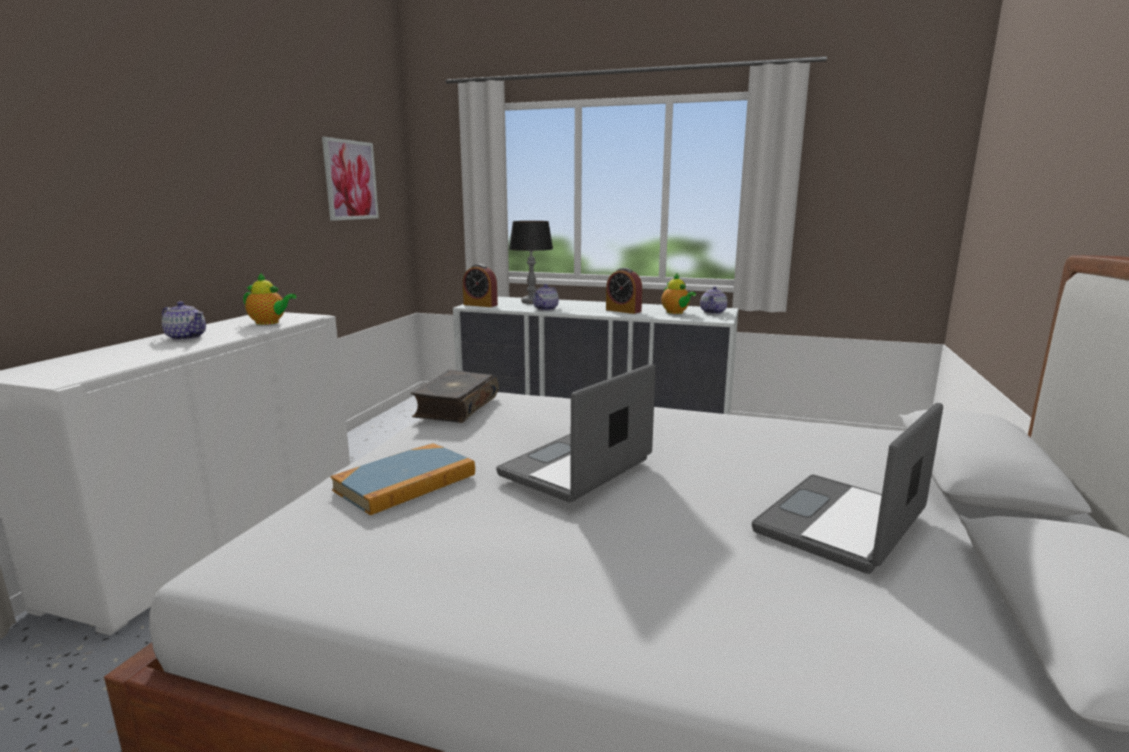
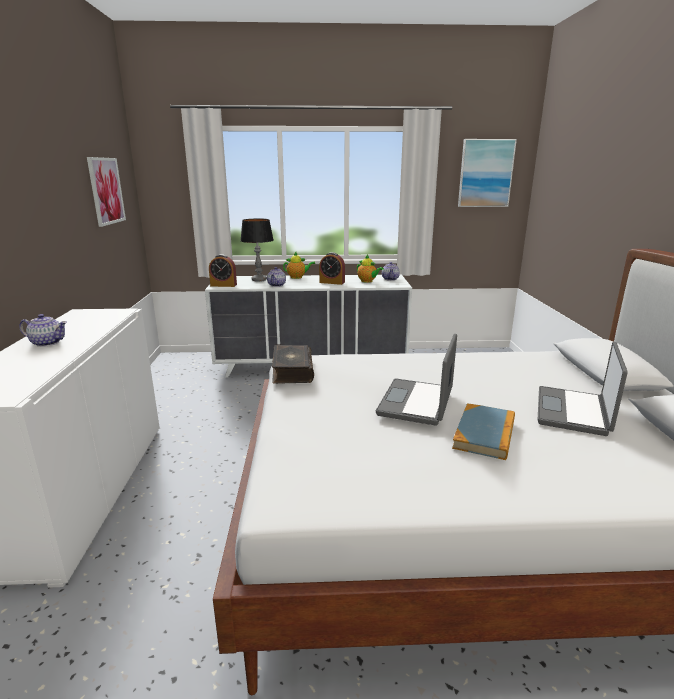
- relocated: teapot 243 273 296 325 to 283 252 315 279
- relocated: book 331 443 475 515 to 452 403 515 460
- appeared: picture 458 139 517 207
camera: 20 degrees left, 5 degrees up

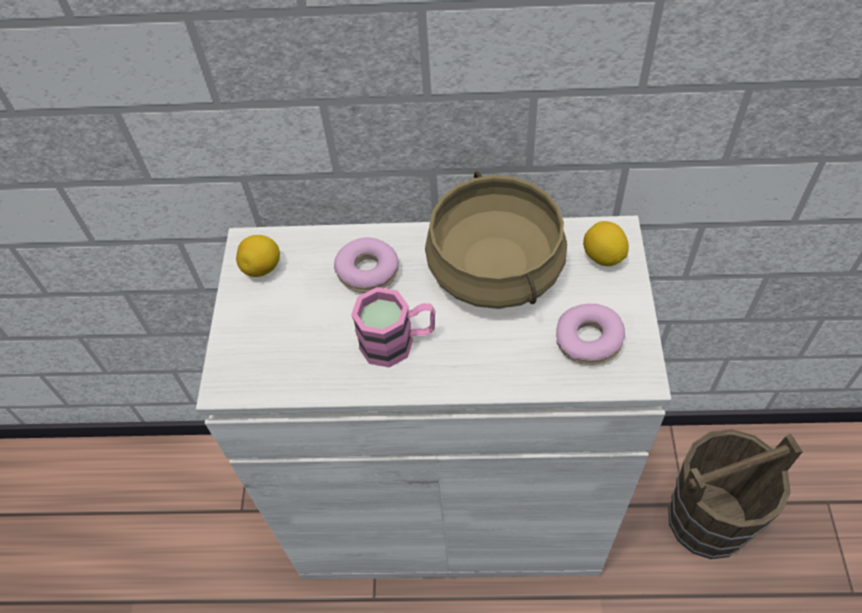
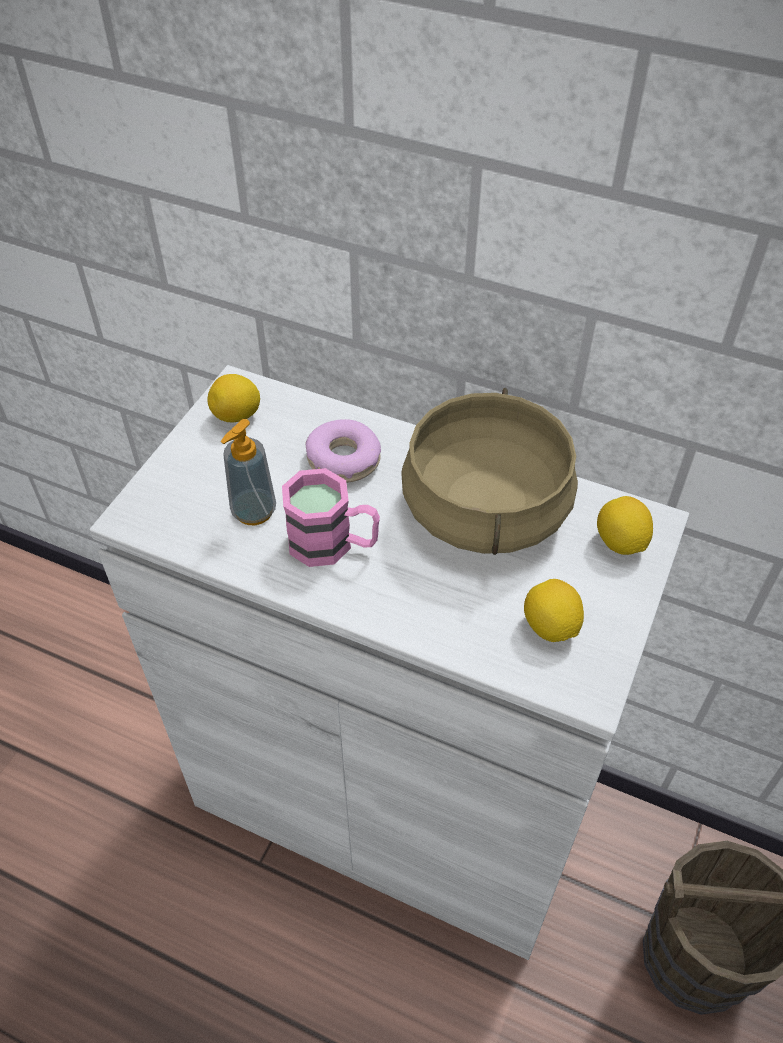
- exchanged: donut 556 304 625 365 to lemon 524 579 584 642
- appeared: soap dispenser 221 419 276 525
camera: 20 degrees right, 5 degrees down

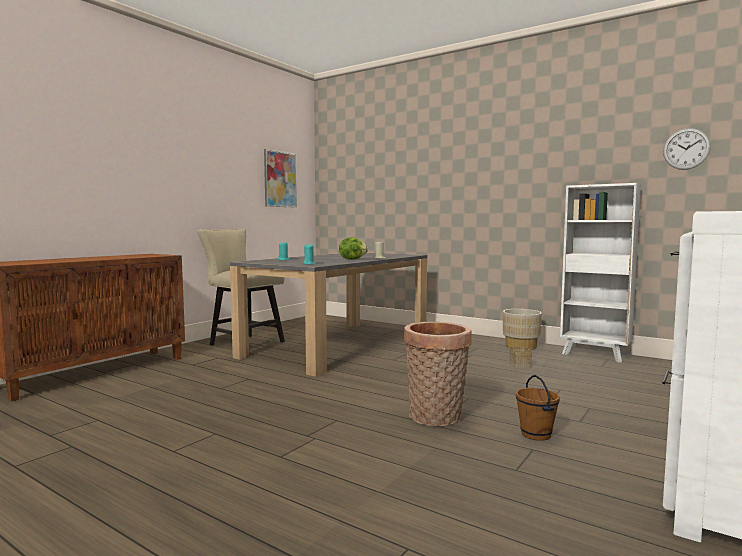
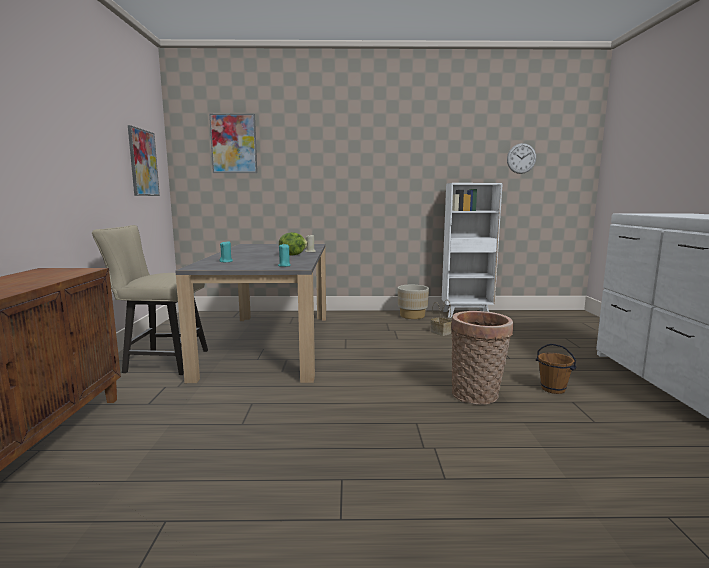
- appeared: picture 209 114 257 173
camera: 35 degrees left, 5 degrees up

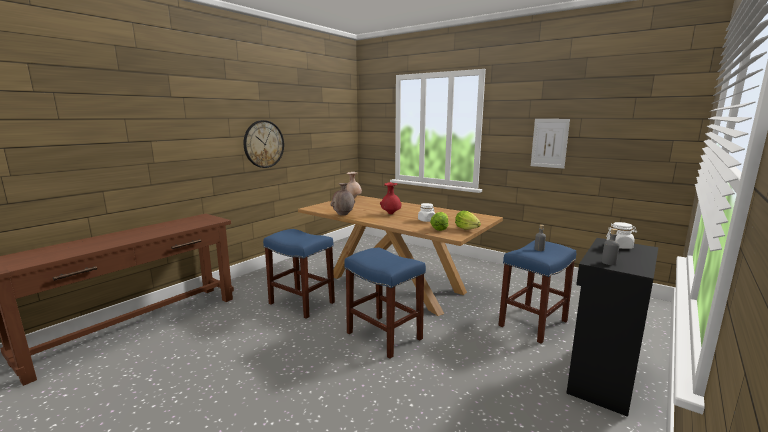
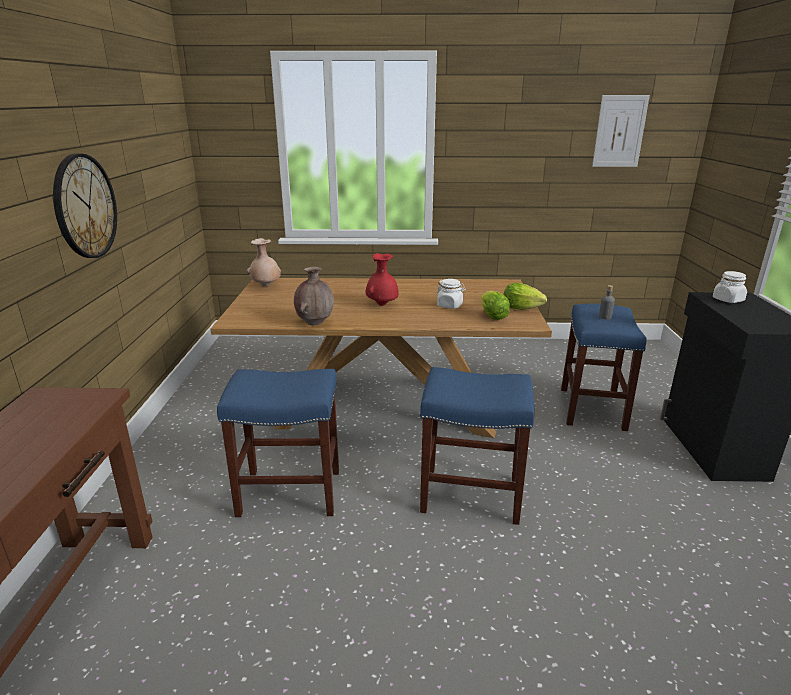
- relocated: picture 531 119 570 169 to 592 95 650 167
- missing: bottle/grey 602 229 619 265
camera: 35 degrees left, 10 degrees up

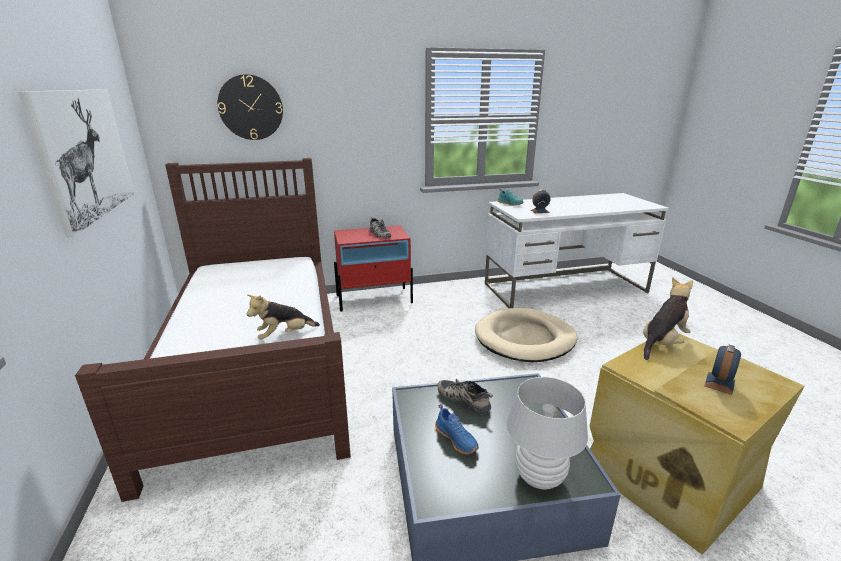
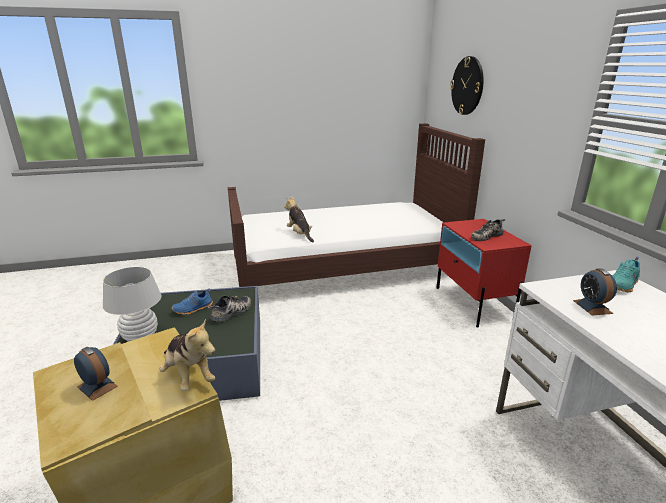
- missing: picture 18 89 134 237
- missing: dog bed/beige 475 308 578 362
camera: 90 degrees right, 0 degrees up

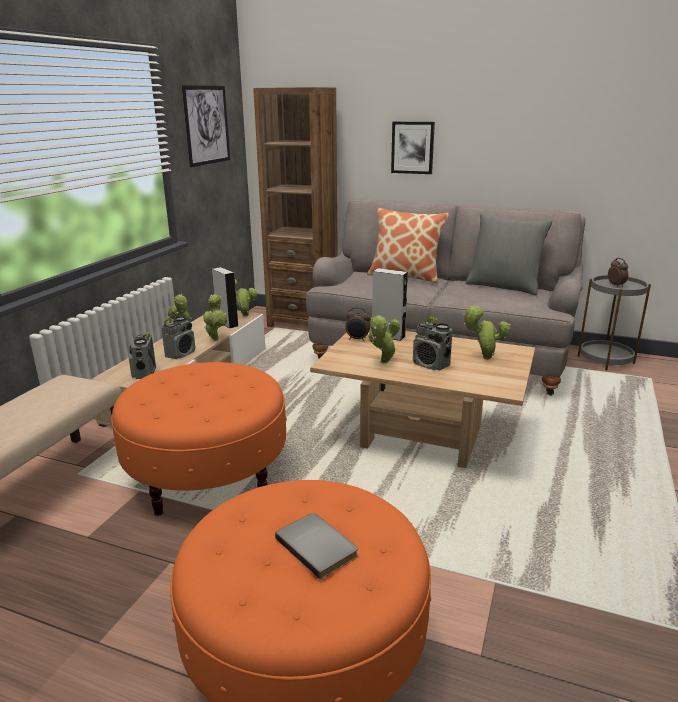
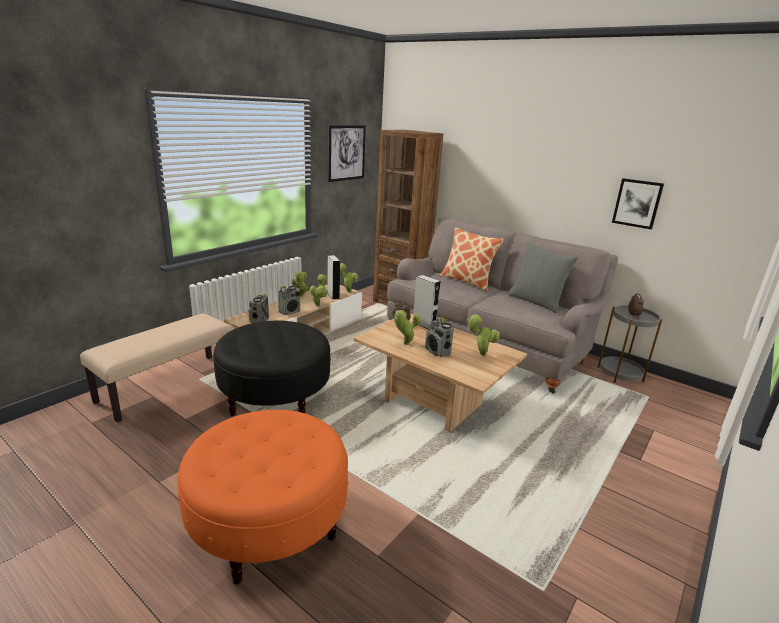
- colour: ottoman/orange 111 362 287 516 to ottoman/black 213 321 331 416
- missing: book/grey 275 513 358 580
- relocated: picture 391 122 435 174 to 612 178 664 229
camera: 15 degrees right, 0 degrees up

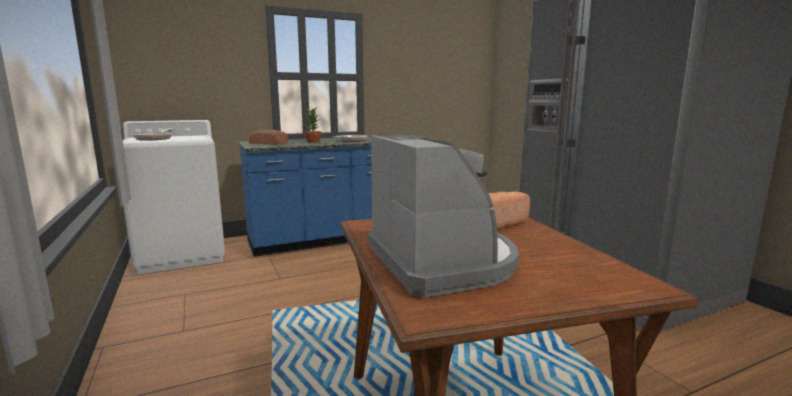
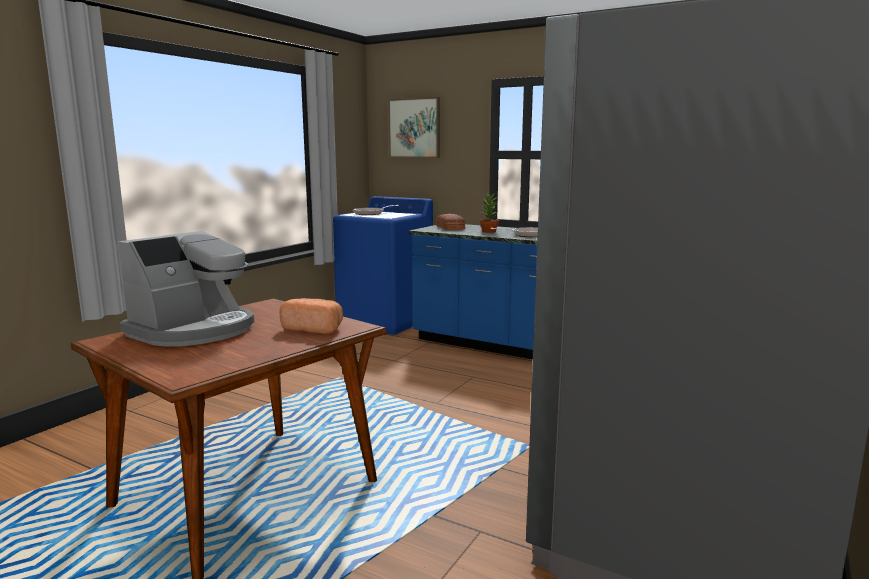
- colour: washing machine/white 123 120 225 274 to washing machine/blue 333 196 433 335
- appeared: picture 388 97 440 158
camera: 55 degrees right, 0 degrees up

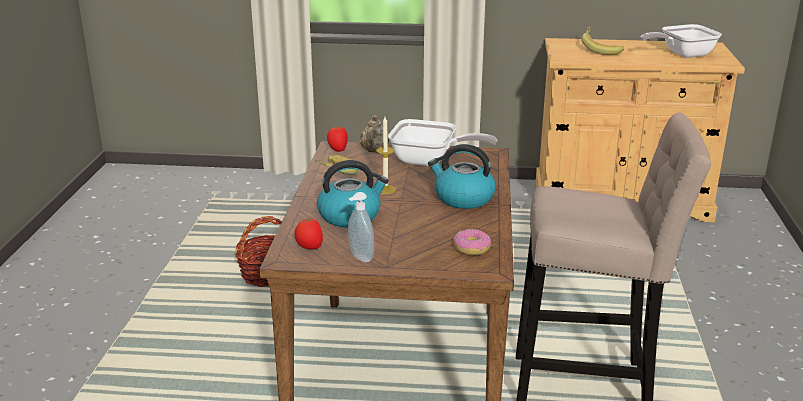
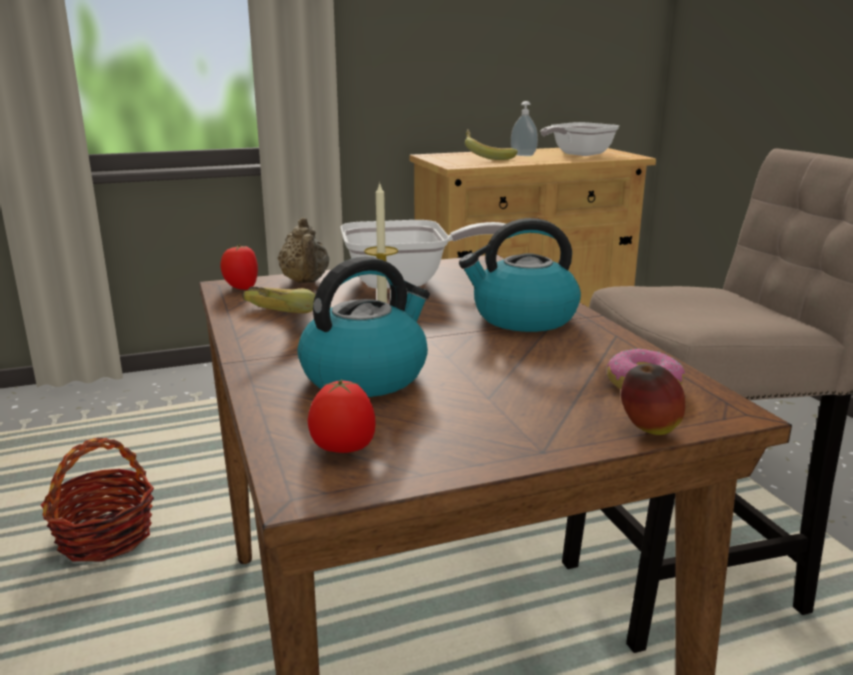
- relocated: soap dispenser 348 192 374 263 to 511 101 538 156
- appeared: apple 621 364 685 435
camera: 25 degrees left, 5 degrees down

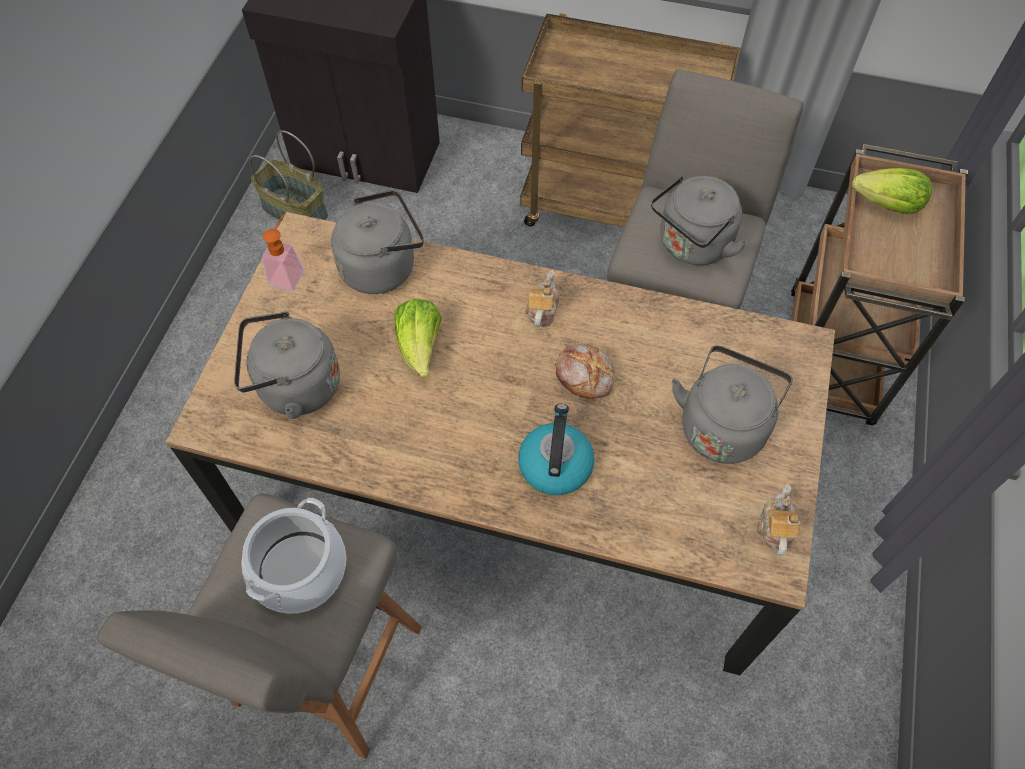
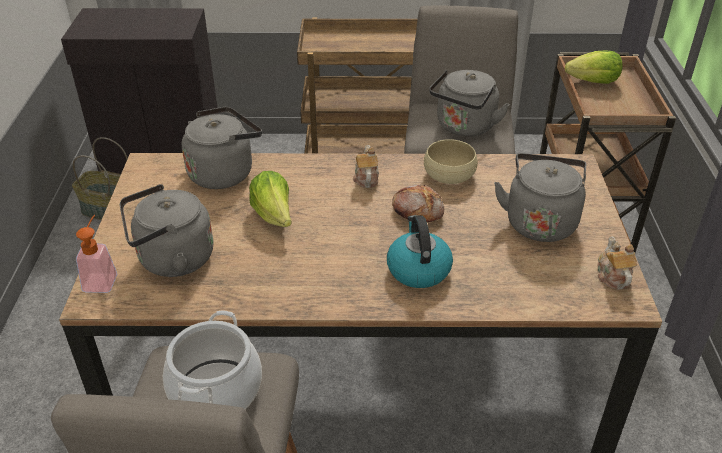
- relocated: soap dispenser 262 214 304 291 to 76 215 117 293
- appeared: bowl/beige 424 139 478 184
camera: 15 degrees left, 20 degrees down

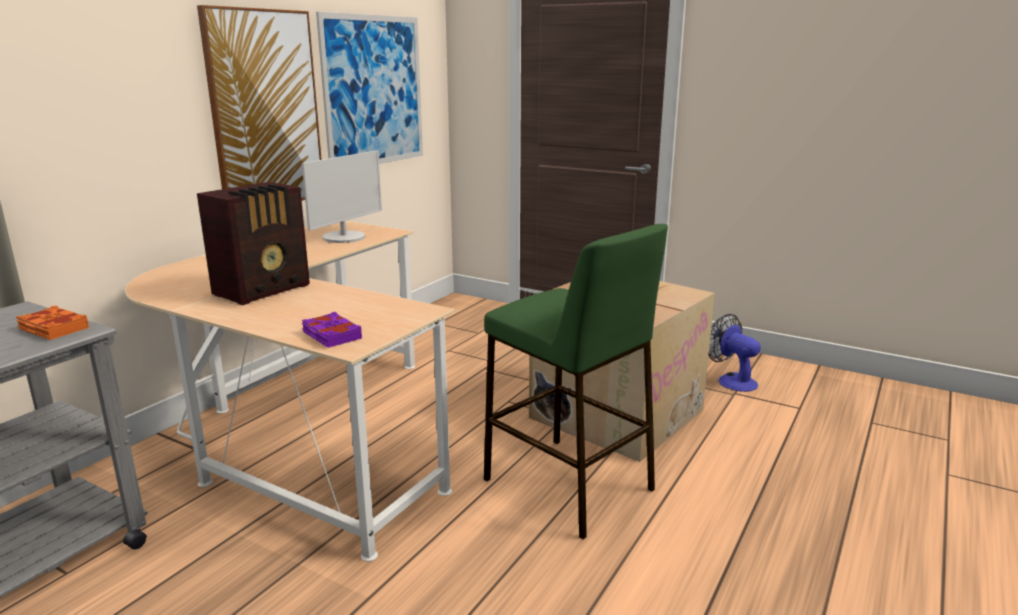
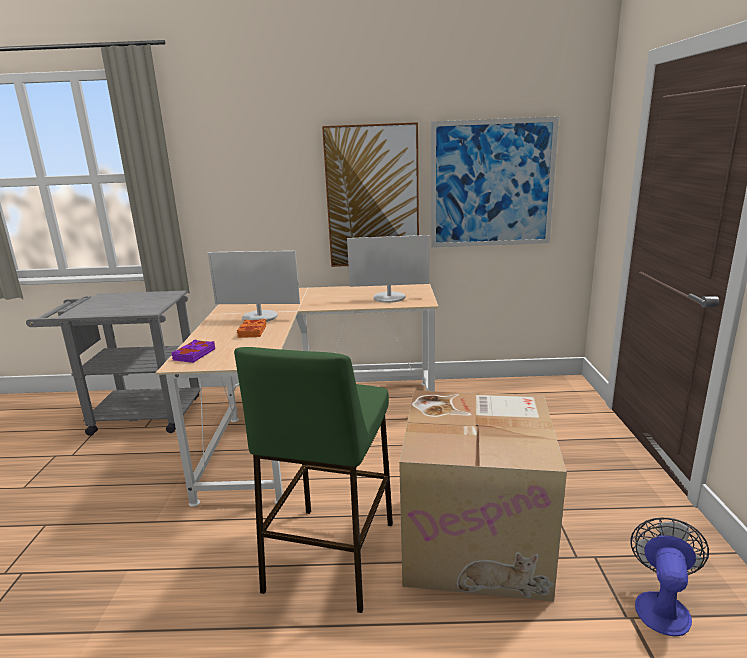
- relocated: book/orange 16 306 89 340 to 237 319 267 338
- exchanged: radio 197 182 310 305 to monitor 208 251 300 322
camera: 60 degrees right, 0 degrees up

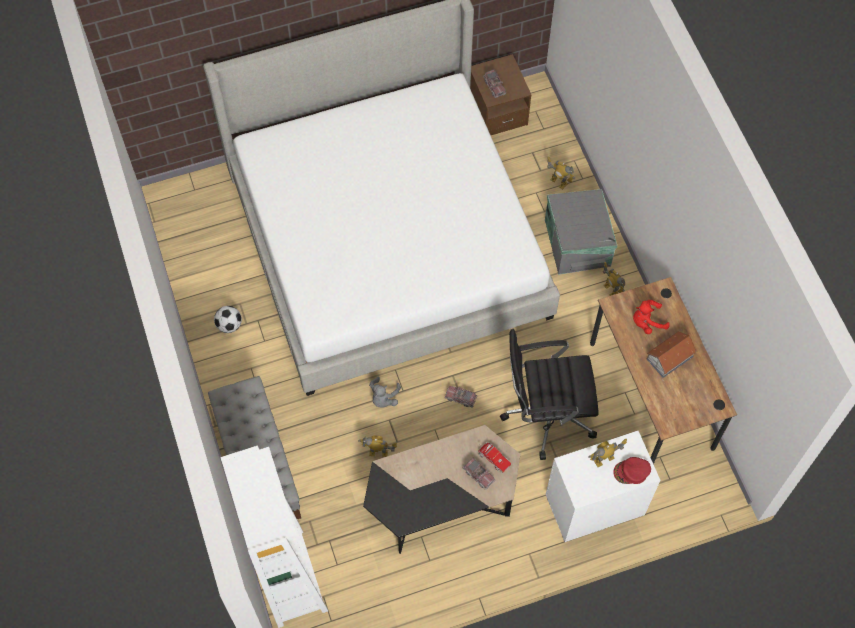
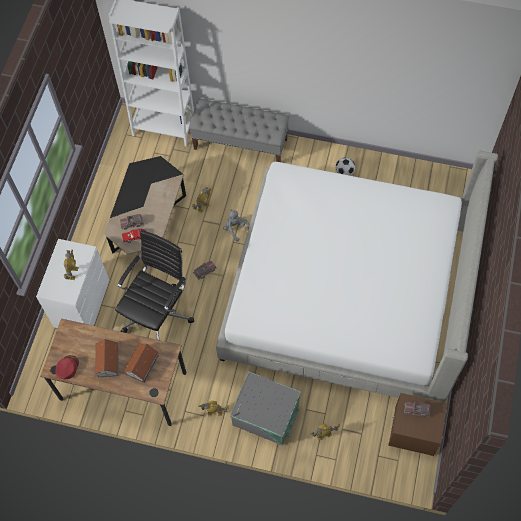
- relocated: cap/red 613 457 651 484 to 56 355 79 379
- exchanged: plush toy/red 633 300 670 334 to toy house 124 343 158 383
camera: 125 degrees right, 0 degrees up

